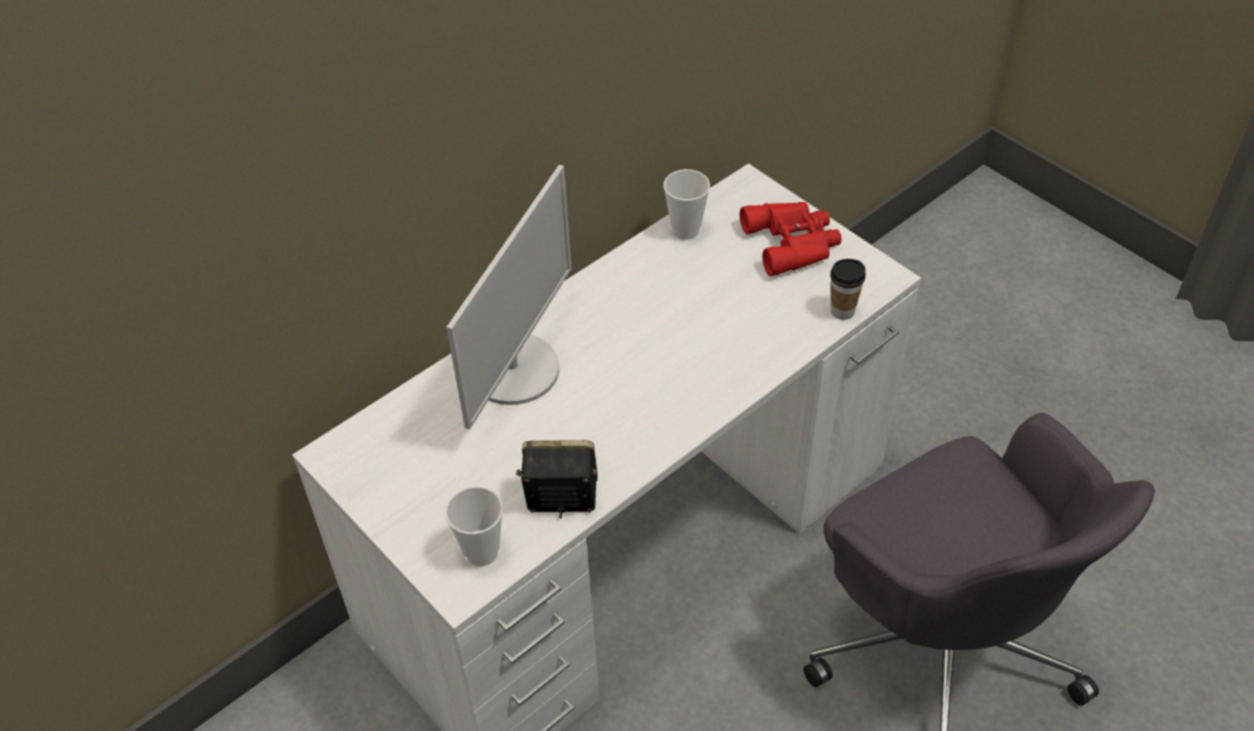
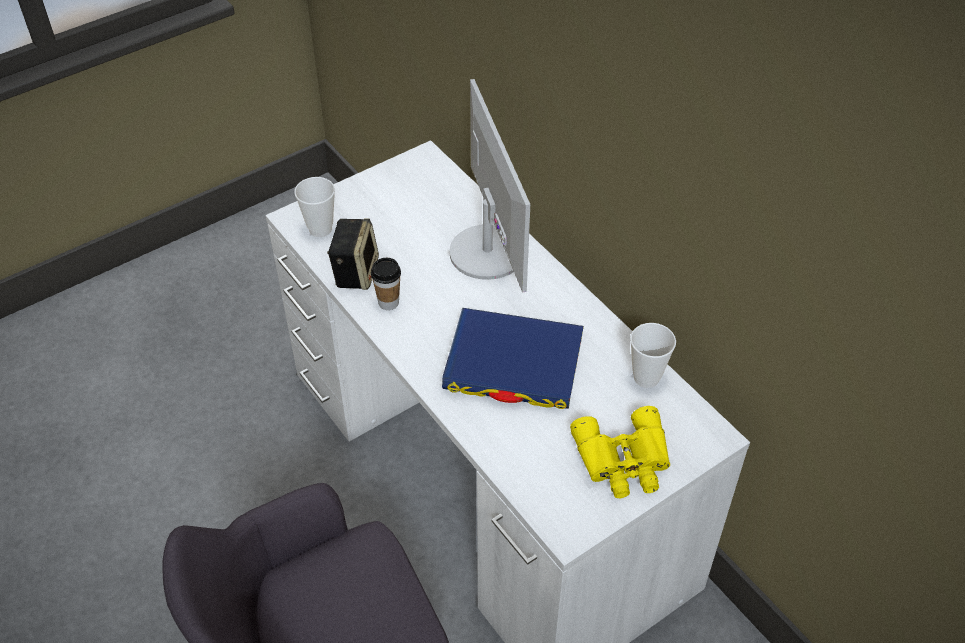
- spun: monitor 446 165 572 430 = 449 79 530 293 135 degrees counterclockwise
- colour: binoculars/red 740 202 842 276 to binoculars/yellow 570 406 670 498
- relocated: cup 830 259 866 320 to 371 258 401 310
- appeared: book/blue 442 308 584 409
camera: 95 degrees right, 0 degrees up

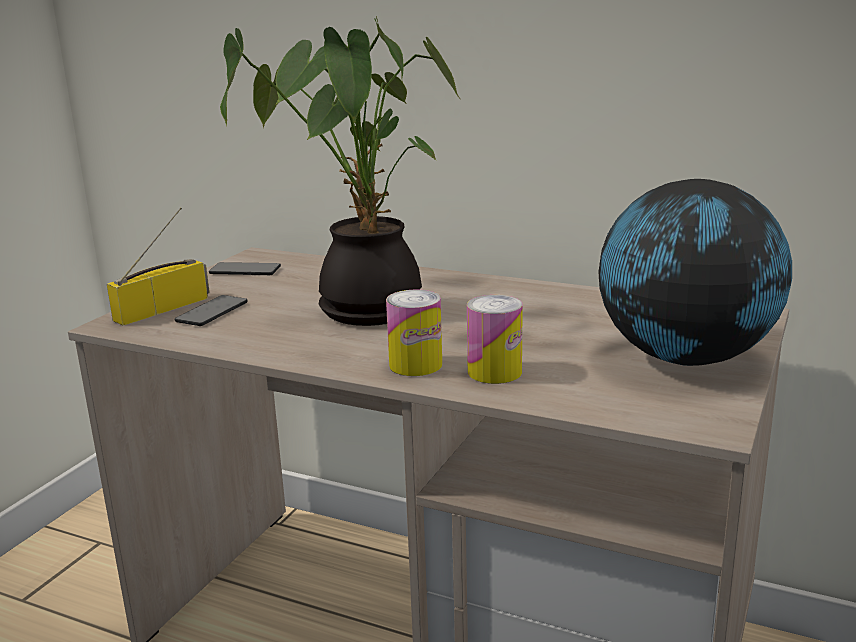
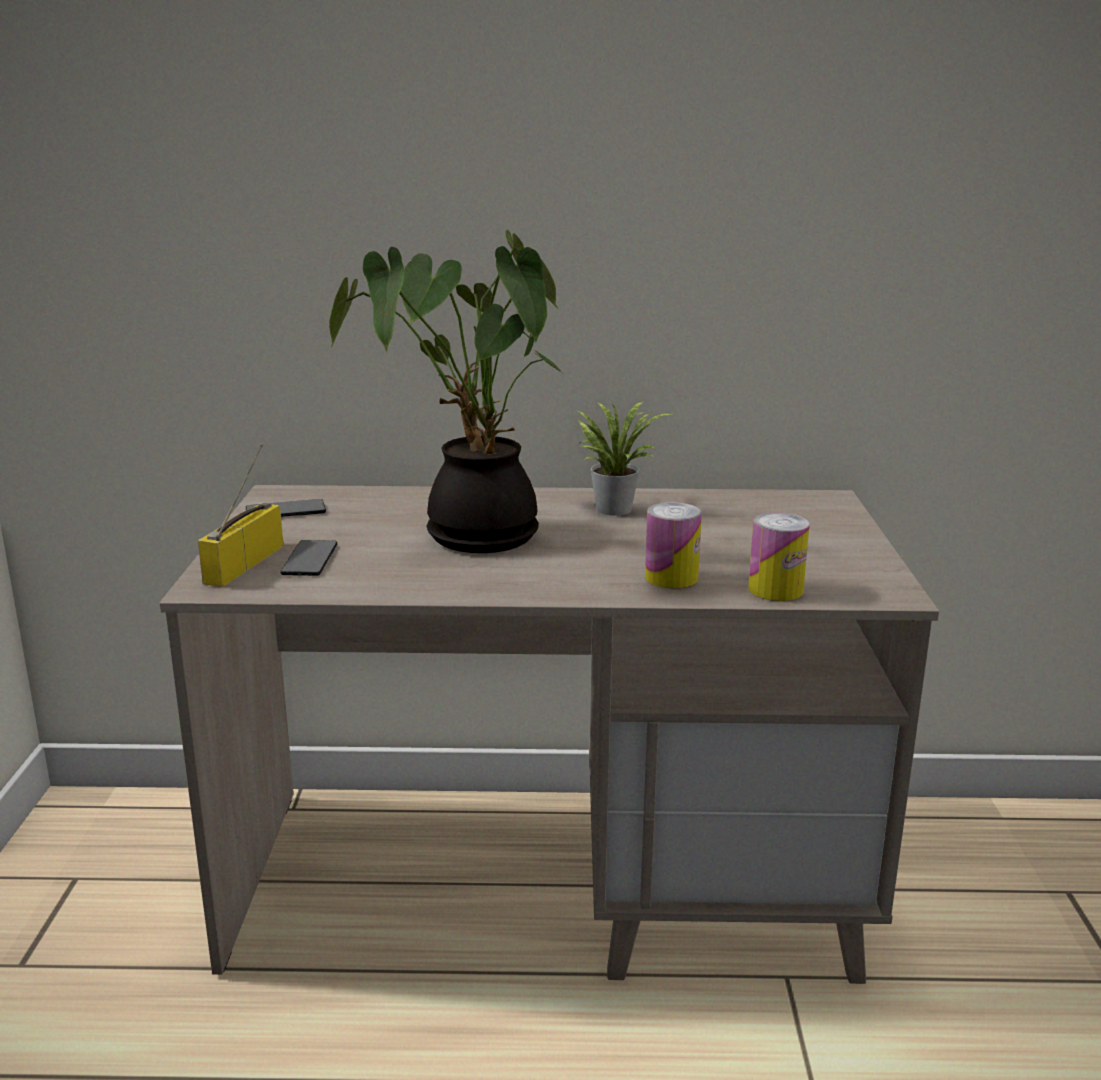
- relocated: can 386 290 442 376 to 748 512 810 601
- missing: globe 598 179 792 366
- appeared: potted plant 576 401 671 516
camera: 25 degrees left, 0 degrees up

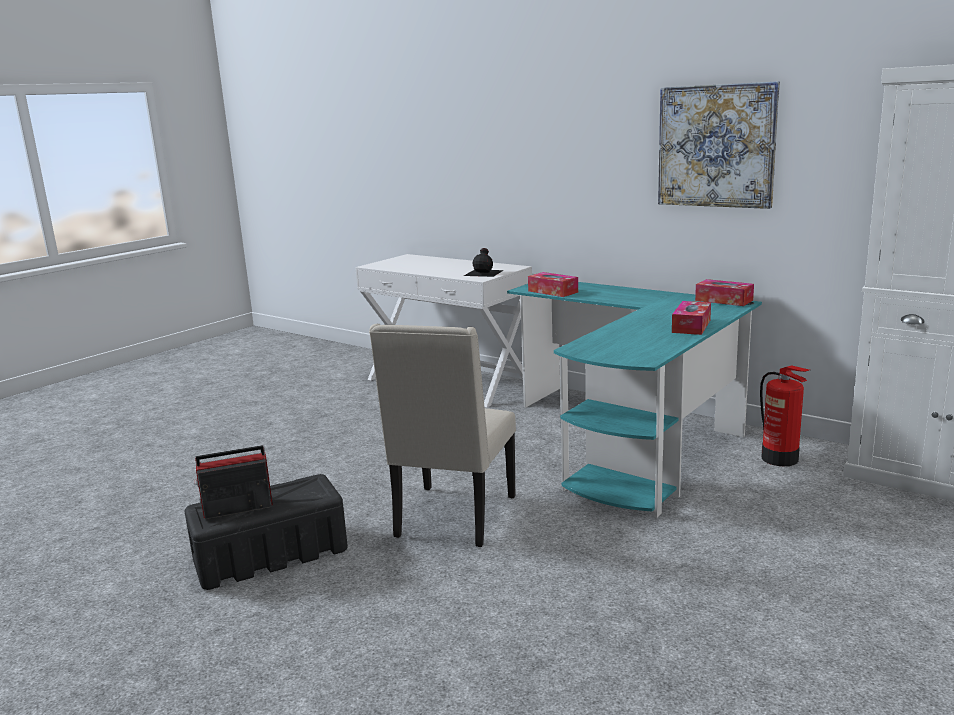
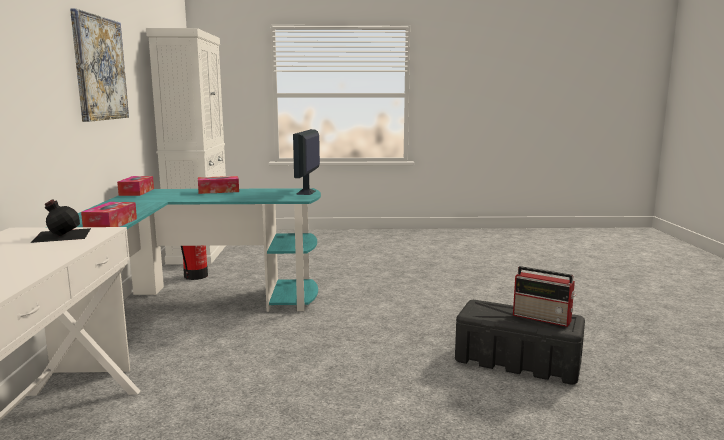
- missing: chair/beige 369 324 516 547
- appeared: monitor 293 129 320 195
camera: 130 degrees left, 5 degrees down

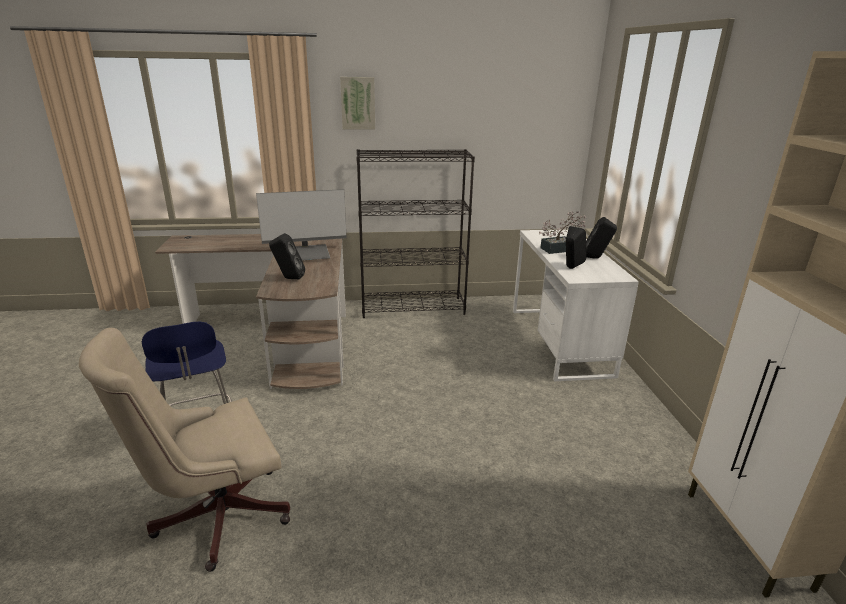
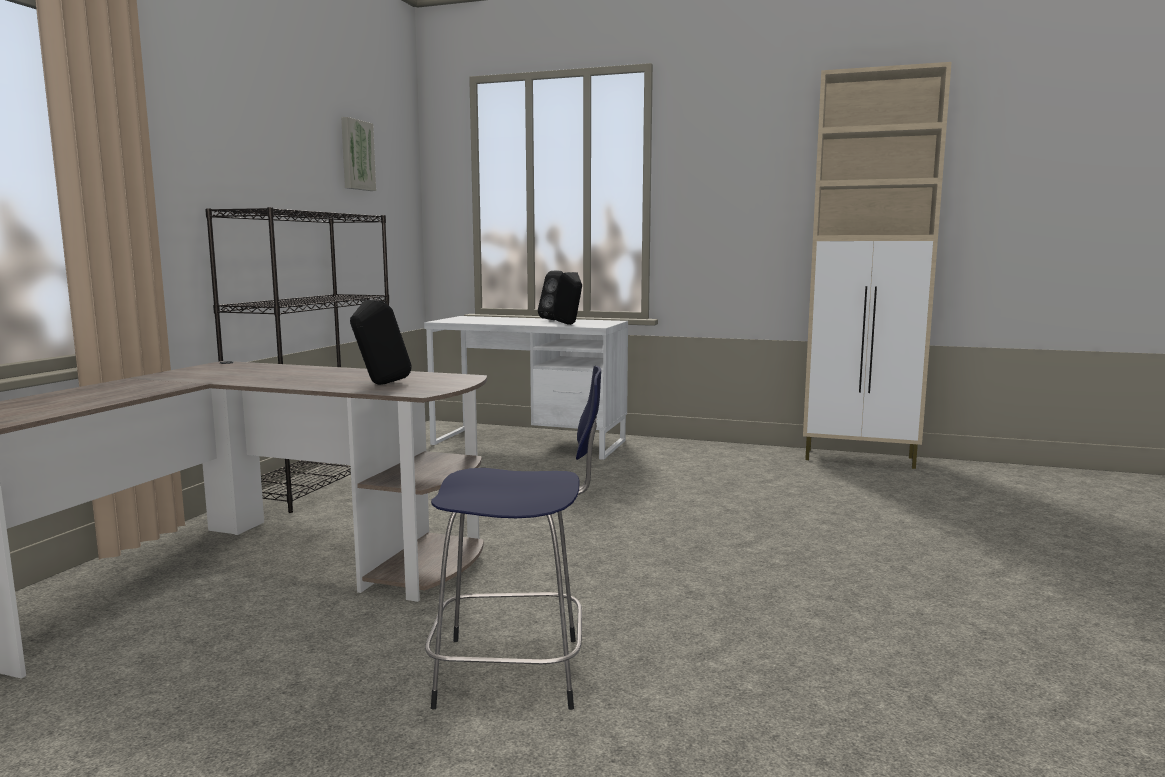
- missing: office chair/beige 79 328 290 572
- missing: monitor 256 189 347 260
- relocated: picture 340 77 375 130 to 341 117 376 191
- missing: potted plant 539 211 586 254
camera: 65 degrees left, 15 degrees down

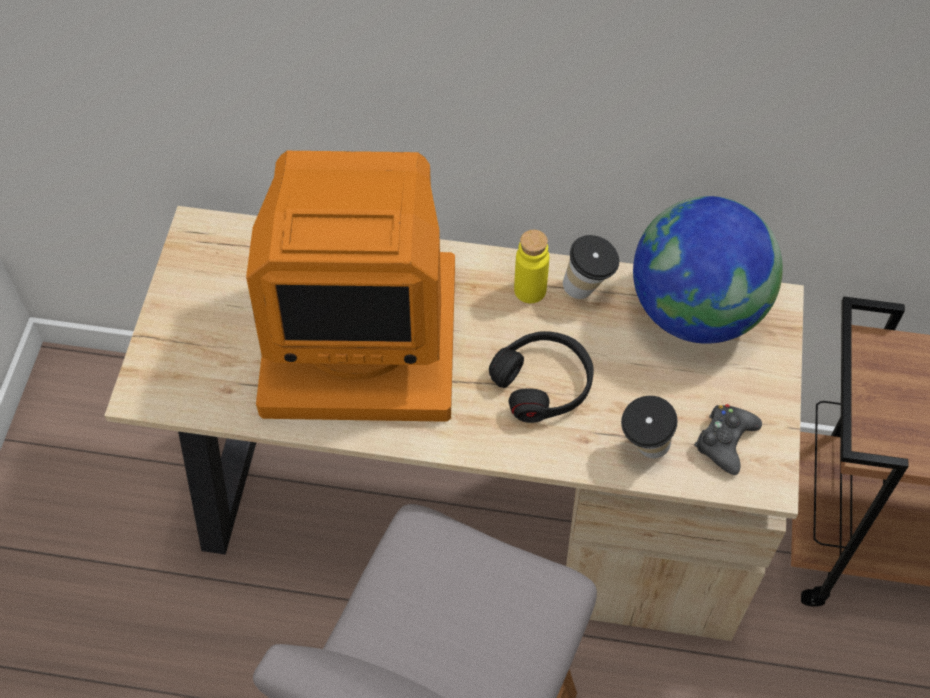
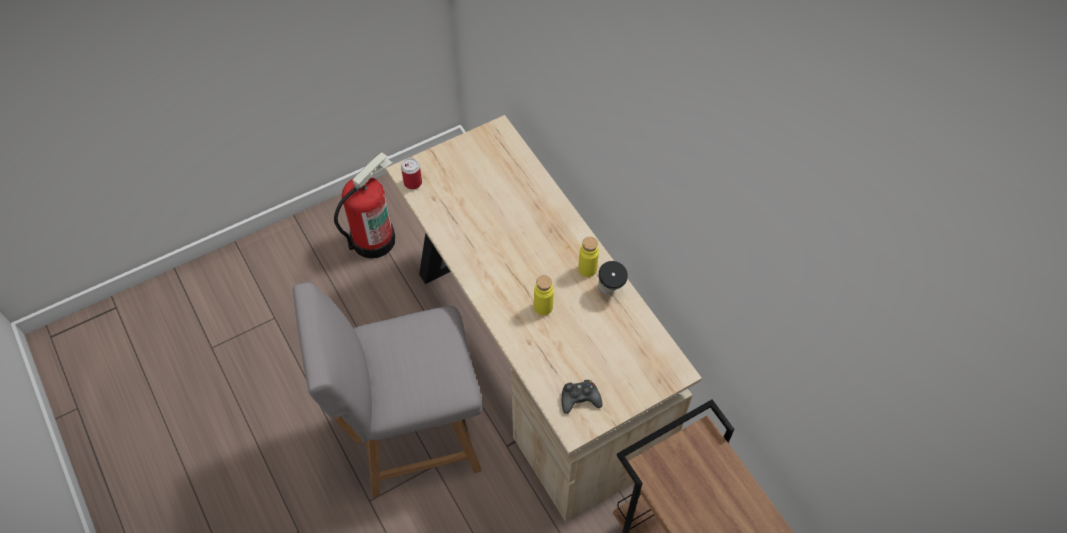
- missing: monitor 246 151 455 422
- exchanged: headphones/black 489 331 594 423 to bottle/yellow 534 275 554 316
- missing: cup 621 396 678 458
- missing: globe 633 196 783 344
- appeared: fire extinguisher 334 152 395 259
- appeared: can 401 158 422 190
camera: 50 degrees right, 0 degrees up

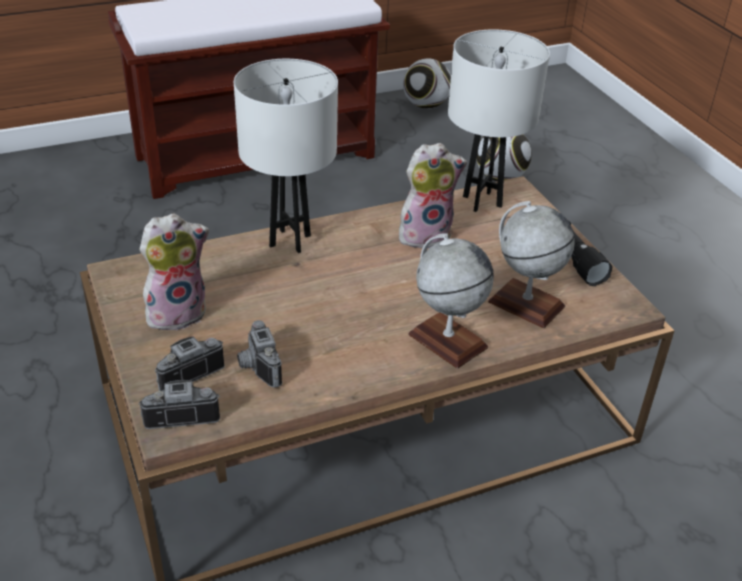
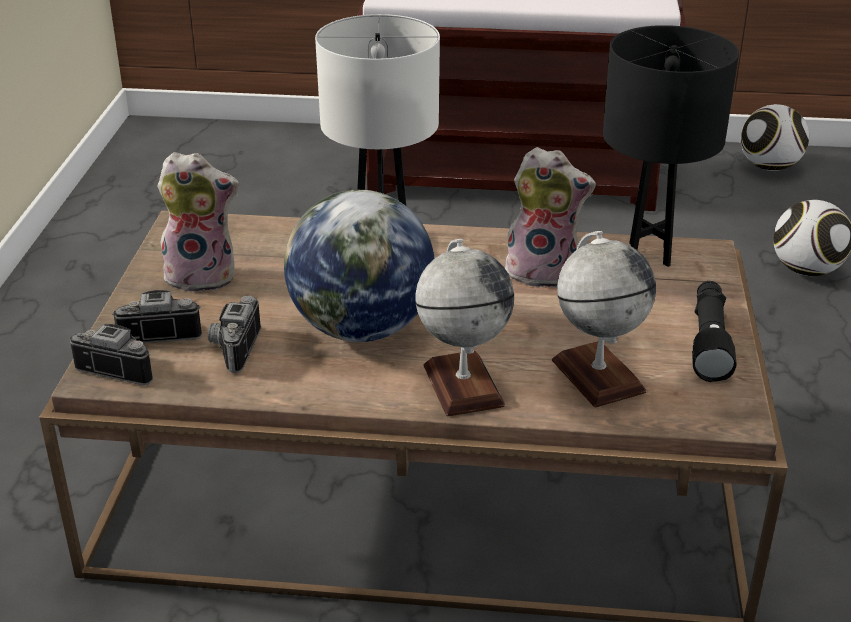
- colour: table lamp/white 448 29 550 212 to table lamp/black 603 25 739 267
- appeared: globe 284 190 435 342
camera: 30 degrees right, 5 degrees down

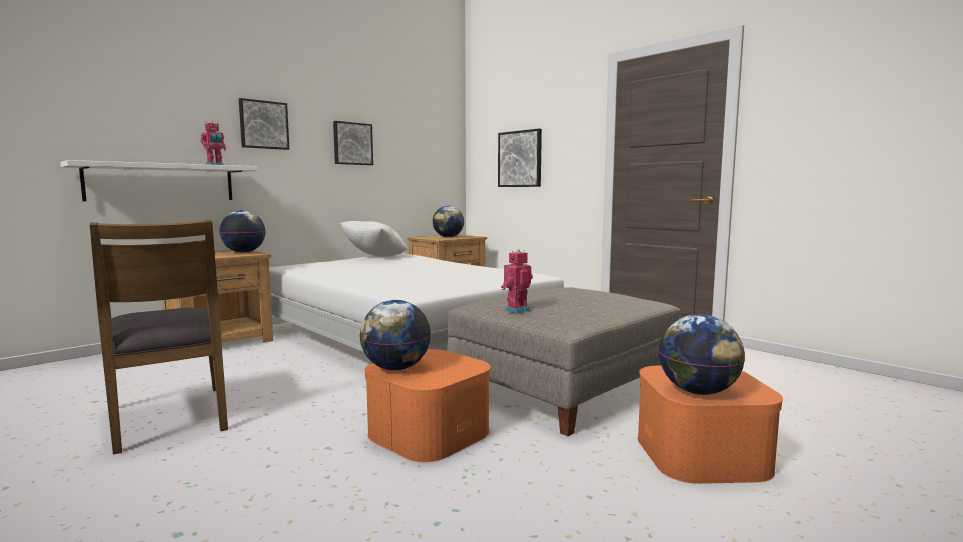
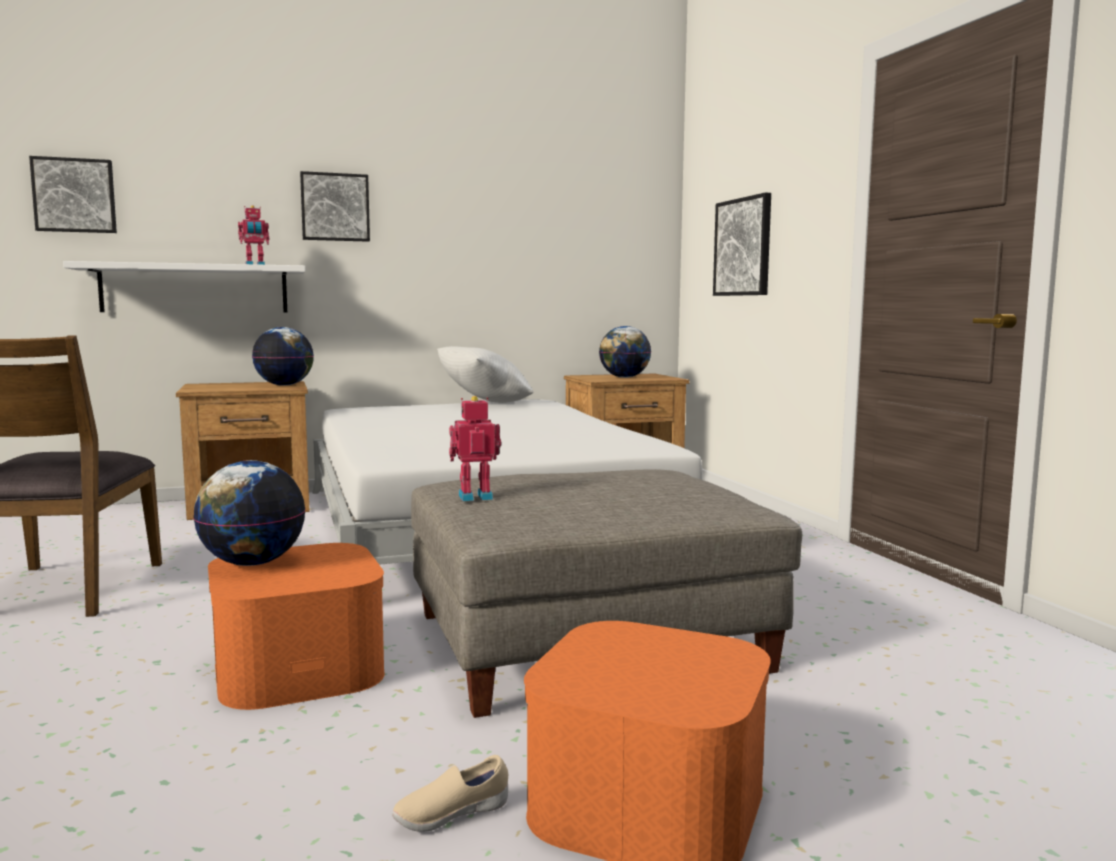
- relocated: picture 333 121 373 165 to 29 156 117 233
- missing: globe 659 314 745 395
- appeared: shoe/beige 392 755 508 832
camera: 25 degrees right, 0 degrees up

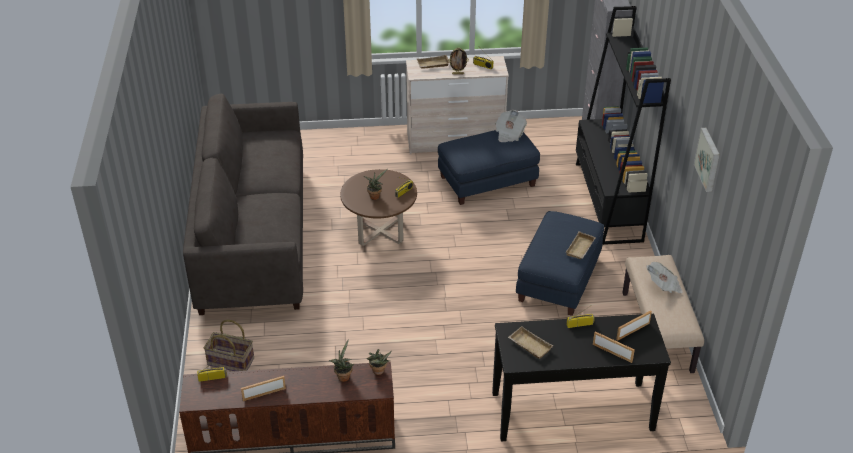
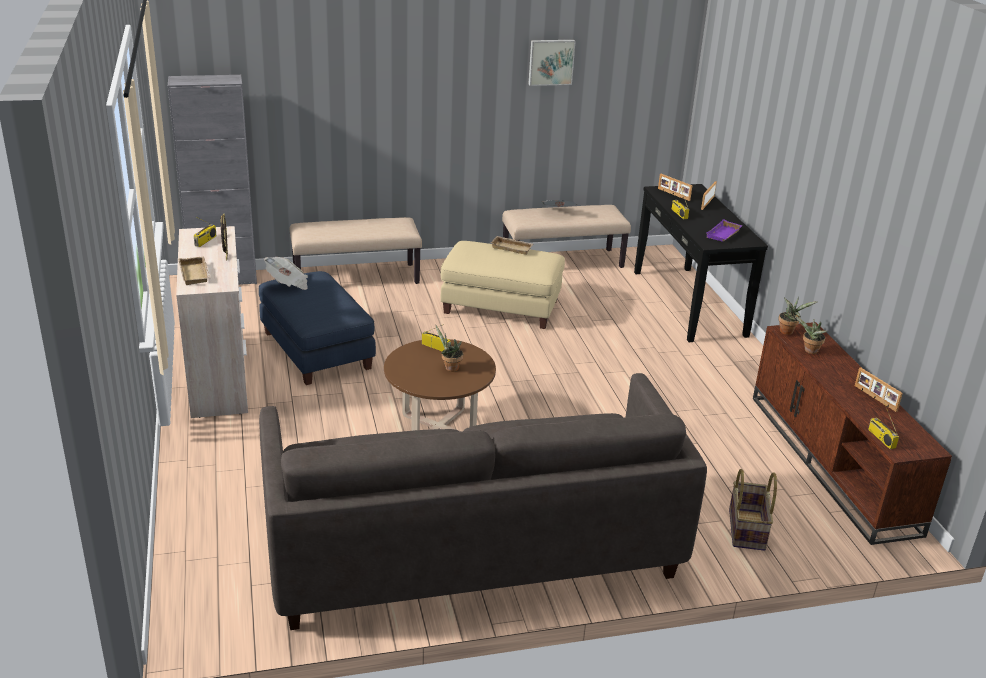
- colour: tray/beige 508 326 553 359 to tray/purple 706 219 742 242
- colour: ottoman/blue 516 211 604 316 to ottoman/beige 441 241 565 329
- exchanged: bookcase/black 576 6 671 245 to bench/beige 290 217 422 284
camera: 100 degrees left, 10 degrees down

